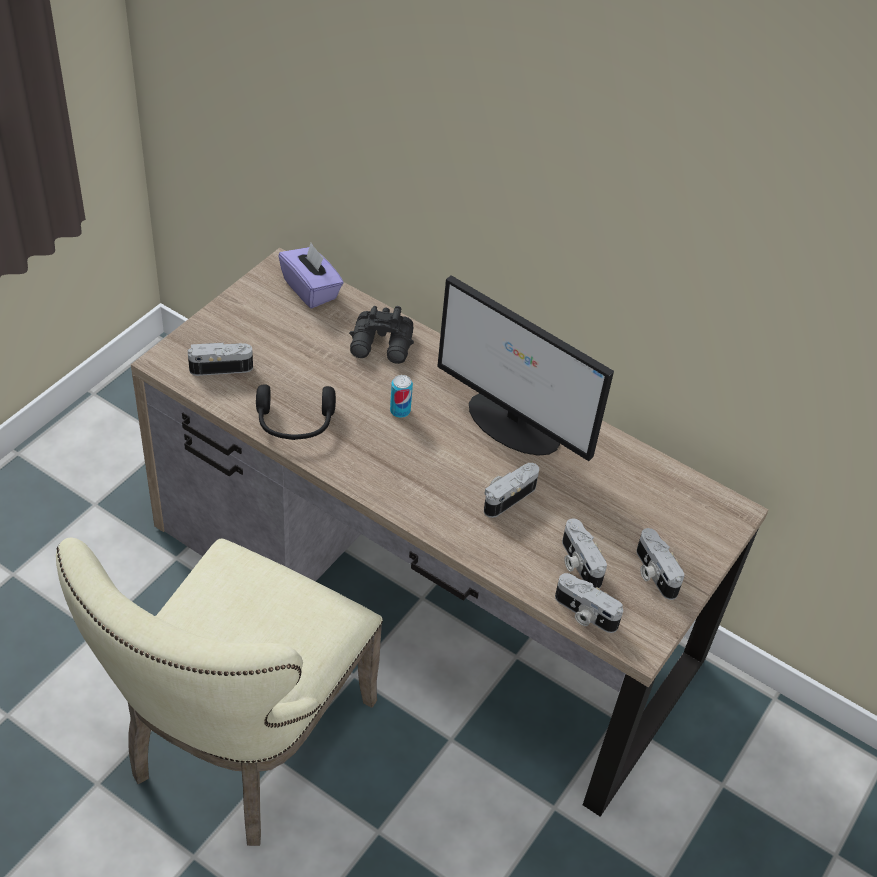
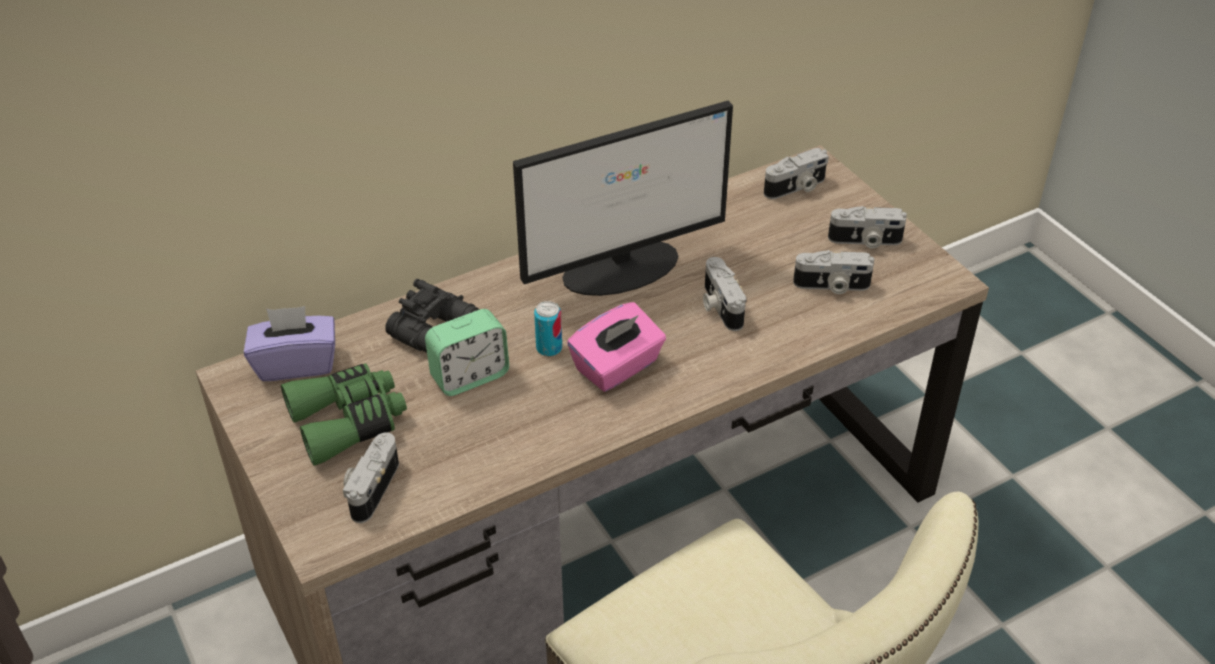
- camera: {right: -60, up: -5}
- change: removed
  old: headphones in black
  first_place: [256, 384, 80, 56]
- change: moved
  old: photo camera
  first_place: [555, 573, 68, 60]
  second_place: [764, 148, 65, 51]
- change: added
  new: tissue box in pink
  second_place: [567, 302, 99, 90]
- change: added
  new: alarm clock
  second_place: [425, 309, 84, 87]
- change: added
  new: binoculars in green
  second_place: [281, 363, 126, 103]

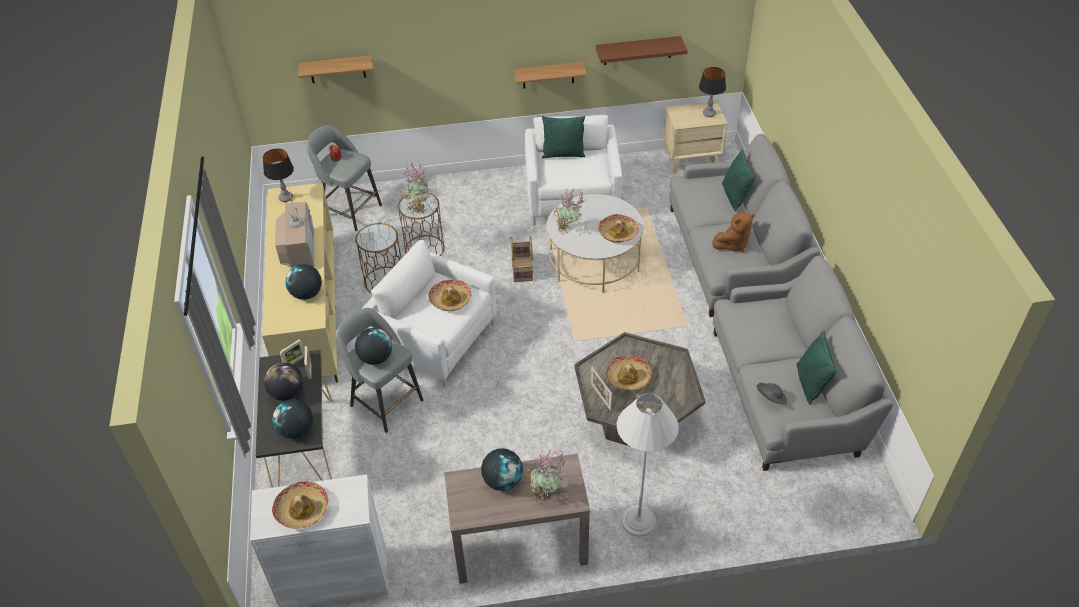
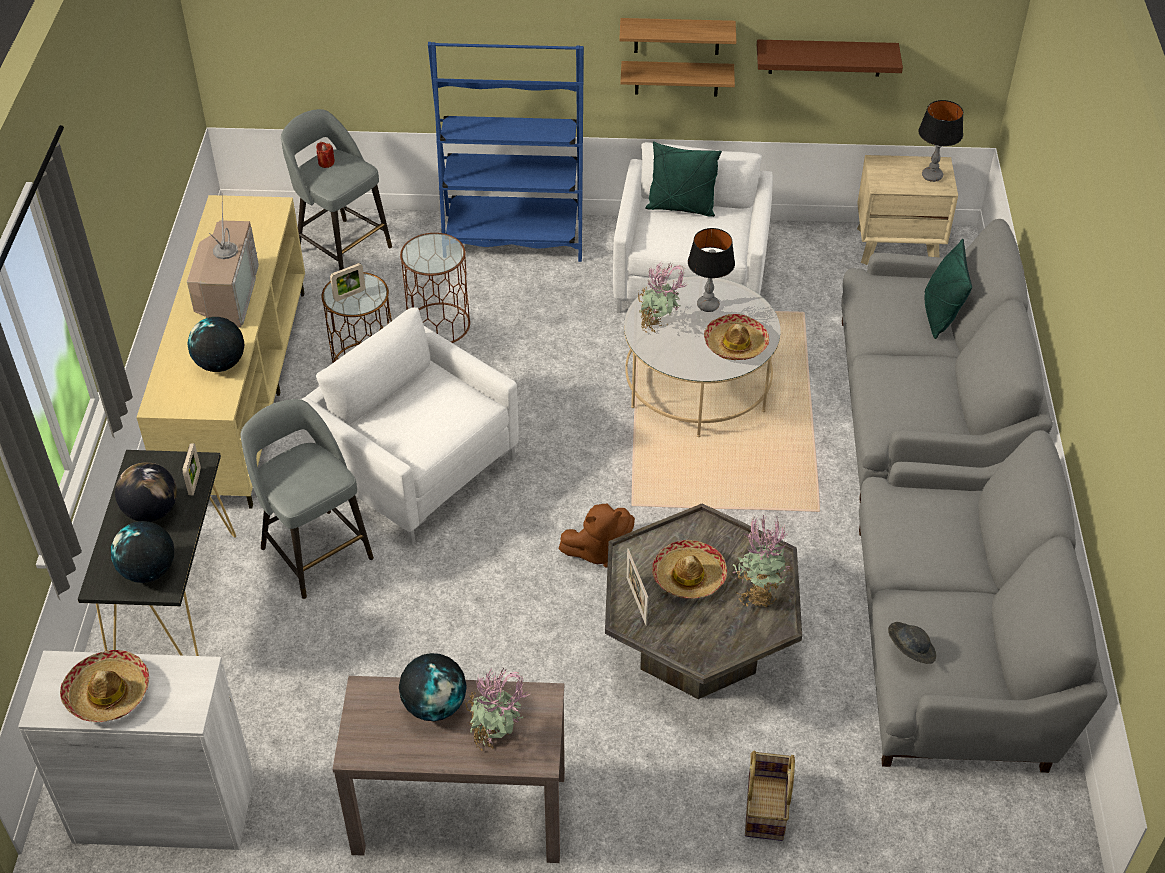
- camera: {right: 10, up: 0}
- change: moved
  old: shelf
  first_place: [299, 55, 74, 28]
  second_place: [619, 18, 117, 37]
- change: moved
  old: table lamp
  first_place: [263, 149, 31, 53]
  second_place: [688, 228, 47, 84]
- change: moved
  old: potted plant
  first_place: [401, 161, 29, 53]
  second_place: [733, 515, 57, 93]
- change: moved
  old: plush toy in brown
  first_place: [712, 212, 43, 41]
  second_place: [558, 504, 77, 64]
- change: moved
  old: basket
  first_place: [511, 236, 22, 46]
  second_place: [745, 750, 50, 91]
- change: removed
  old: hat
  first_place: [428, 279, 44, 32]
- change: removed
  old: globe
  first_place: [355, 328, 37, 37]
- change: removed
  old: pillow in green
  first_place: [797, 331, 40, 74]
- change: moved
  old: picture frame
  first_place: [280, 339, 24, 25]
  second_place: [330, 263, 35, 38]
- change: removed
  old: floor lamp in white
  first_place: [617, 393, 62, 144]
- change: added
  new: bookcase in blue
  second_place: [428, 42, 156, 220]

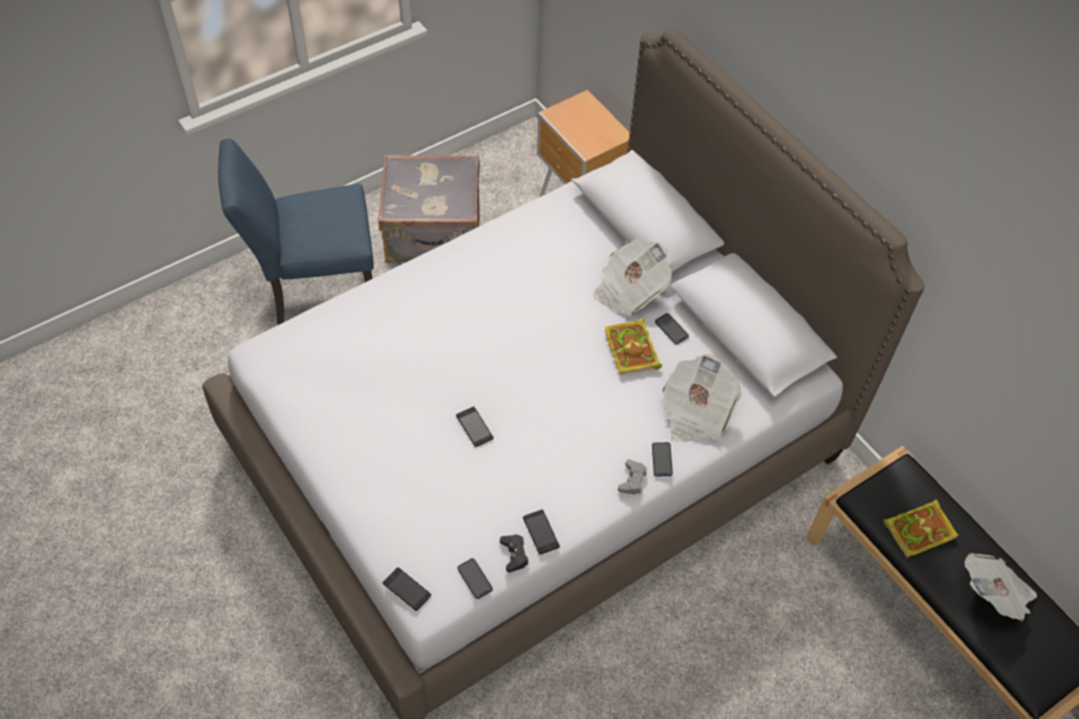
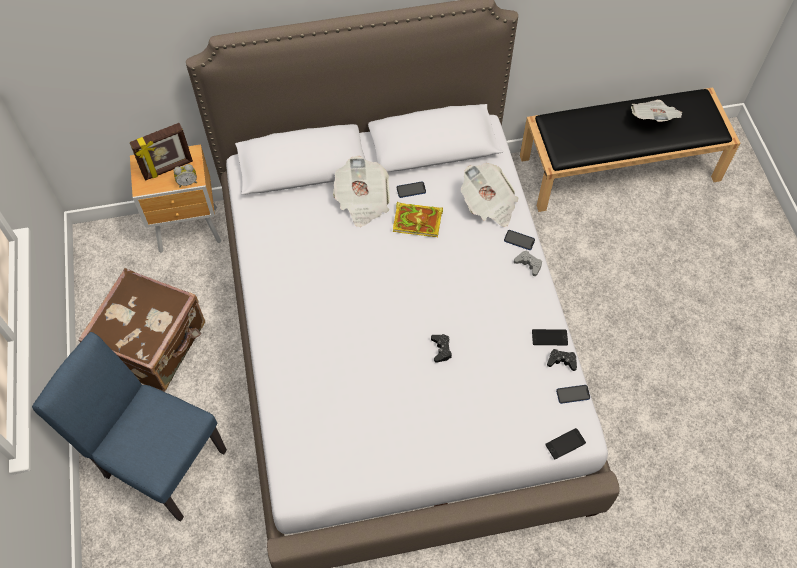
- camera: {right: -65, up: 5}
- change: turned
  old: chair in blue
  first_place: [218, 139, 156, 186]
  second_place: [32, 332, 195, 190]
  degrees: 105
- change: recoloured
  old: suitcase in grey
  new: suitcase in brown
  first_place: [378, 155, 102, 108]
  second_place: [78, 268, 127, 124]
- change: replaced
  old: phone
  new: game controller in black
  first_place: [456, 407, 37, 40]
  second_place: [431, 334, 21, 29]
- change: removed
  old: book
  first_place: [883, 499, 76, 59]
- change: added
  new: picture frame
  second_place: [130, 123, 63, 58]
- change: added
  new: alarm clock
  second_place: [174, 164, 23, 23]

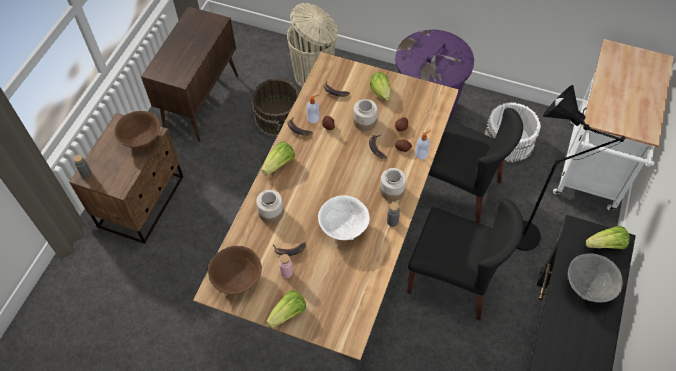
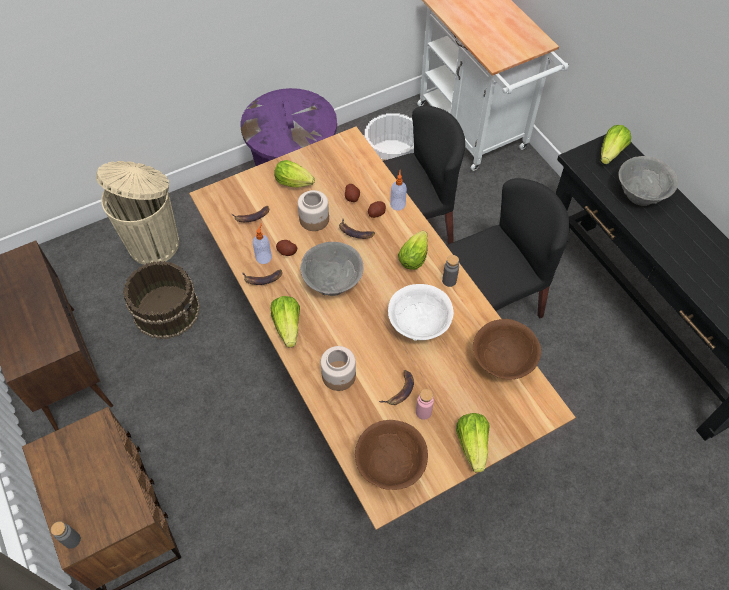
- camera: {right: -50, up: 0}
- change: removed
  old: floor lamp in black
  first_place: [517, 85, 108, 166]
- change: moved
  old: bowl in brown
  first_place: [114, 111, 46, 37]
  second_place: [473, 319, 68, 61]
- change: replaced
  old: jar
  new: lettuce
  first_place: [380, 168, 26, 33]
  second_place: [398, 231, 30, 39]
- change: added
  new: bowl in grey
  second_place: [300, 242, 64, 54]

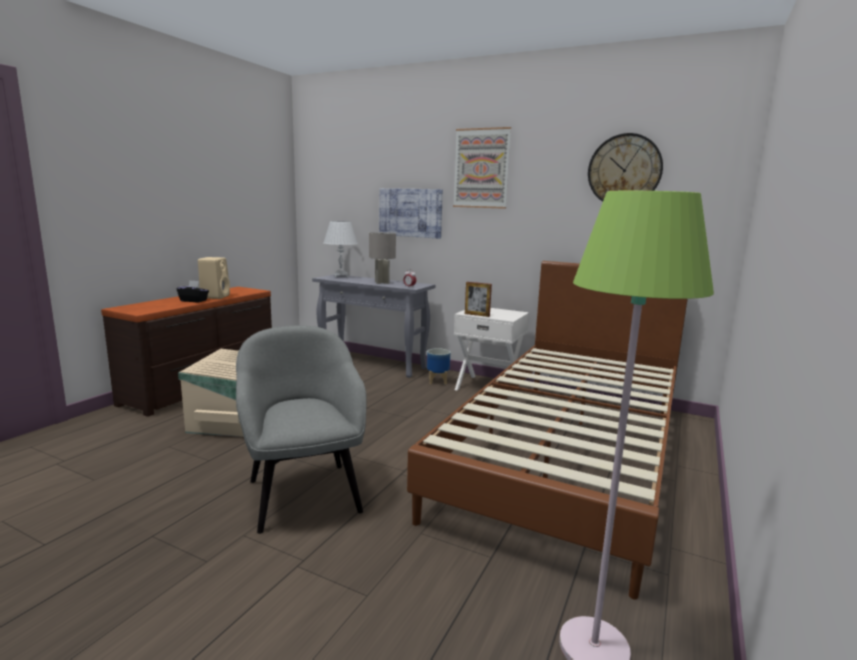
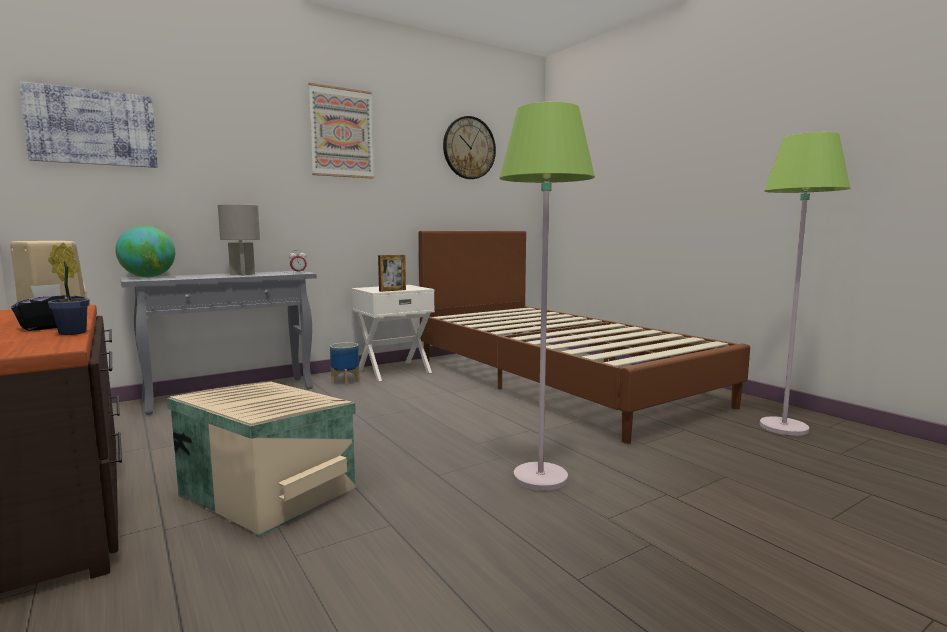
- camera: {right: -60, up: -5}
- change: moved
  old: picture
  first_place: [379, 188, 64, 51]
  second_place: [19, 81, 139, 87]
- change: replaced
  old: table lamp in white
  new: globe
  first_place: [323, 221, 35, 56]
  second_place: [116, 226, 59, 51]
- change: replaced
  old: armchair in grey
  new: floor lamp in green
  first_place: [236, 325, 131, 209]
  second_place: [499, 102, 96, 389]
- change: added
  new: potted plant
  second_place: [48, 242, 42, 93]

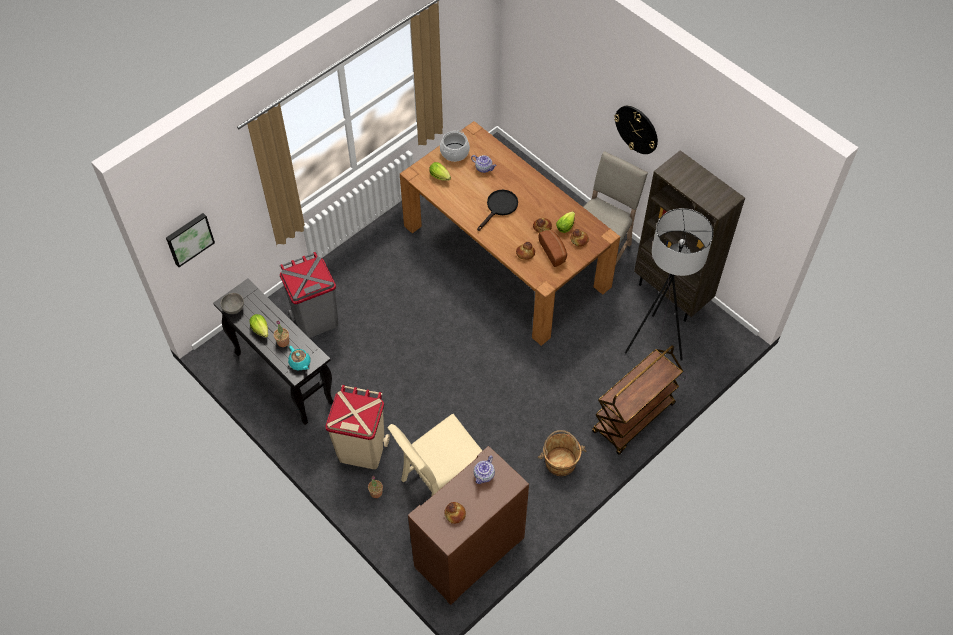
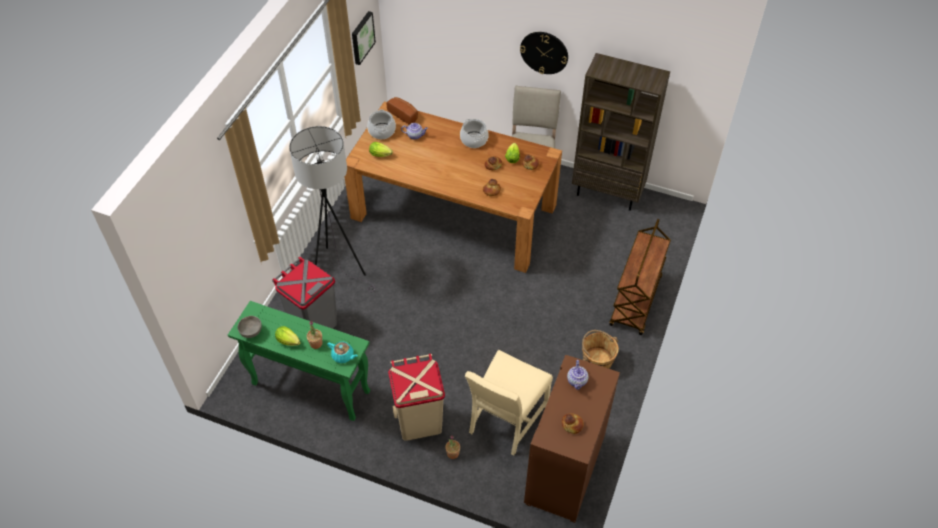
- camera: {right: -25, up: -5}
- change: removed
  old: frying pan in black
  first_place: [477, 190, 41, 41]
- change: moved
  old: floor lamp in grey
  first_place: [625, 208, 89, 173]
  second_place: [289, 126, 86, 166]
- change: moved
  old: picture
  first_place: [166, 213, 49, 54]
  second_place: [352, 11, 24, 54]
- change: moved
  old: bread
  first_place: [538, 230, 29, 37]
  second_place: [387, 97, 31, 28]
- change: recoloured
  old: console table in black
  new: console table in green
  first_place: [213, 279, 120, 146]
  second_place: [228, 301, 142, 120]
- change: added
  new: cooking pot
  second_place: [460, 119, 29, 29]

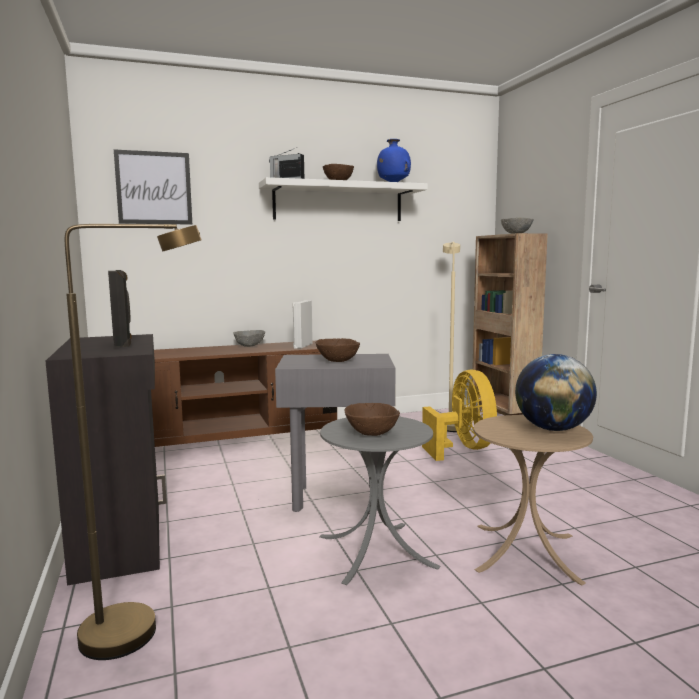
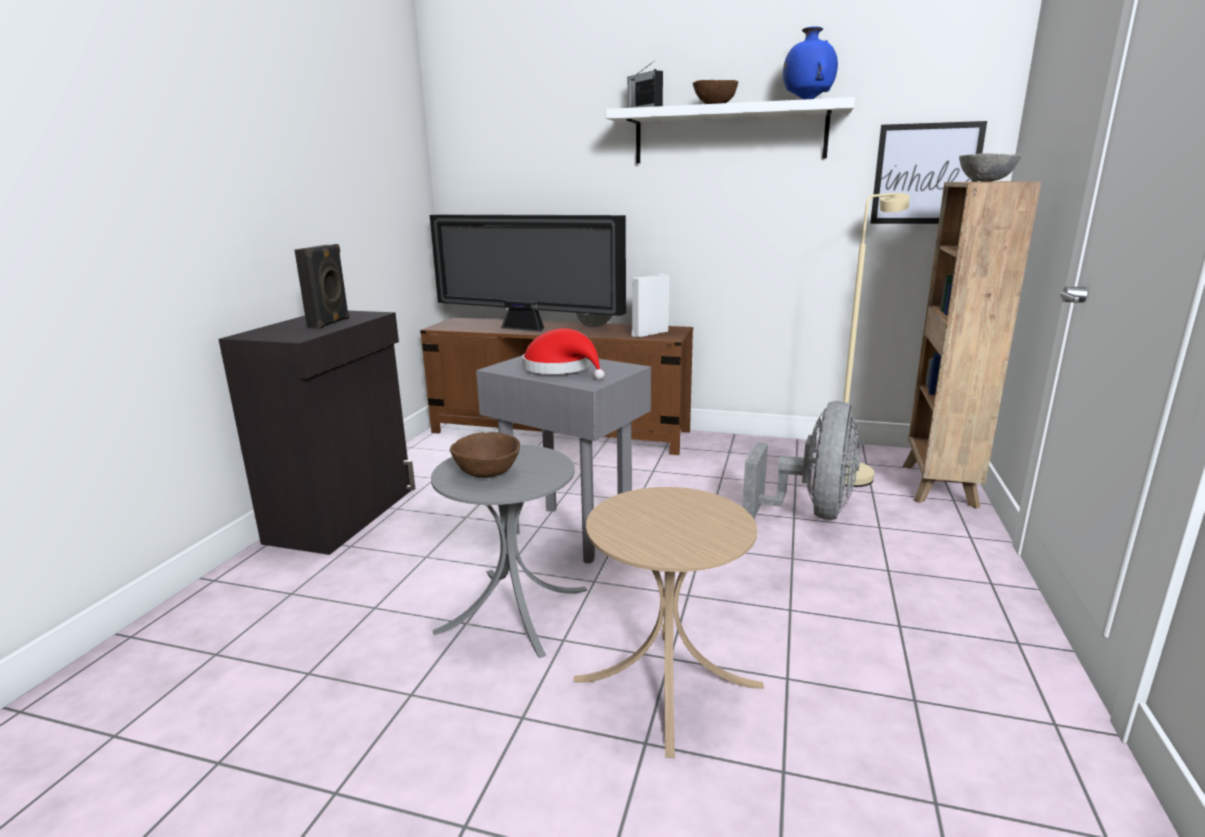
- camera: {right: 35, up: 10}
- change: moved
  old: picture
  first_place: [114, 149, 78, 76]
  second_place: [870, 121, 117, 103]
- change: removed
  old: floor lamp in brown
  first_place: [65, 224, 137, 436]
- change: replaced
  old: bowl in brown
  new: hat in red
  first_place: [316, 338, 44, 24]
  second_place: [522, 328, 83, 52]
- change: removed
  old: globe
  first_place: [515, 354, 82, 77]
- change: recoloured
  old: fan in yellow
  new: fan in grey
  first_place: [422, 370, 75, 91]
  second_place: [743, 401, 117, 119]
- change: added
  new: television
  second_place: [430, 214, 196, 118]

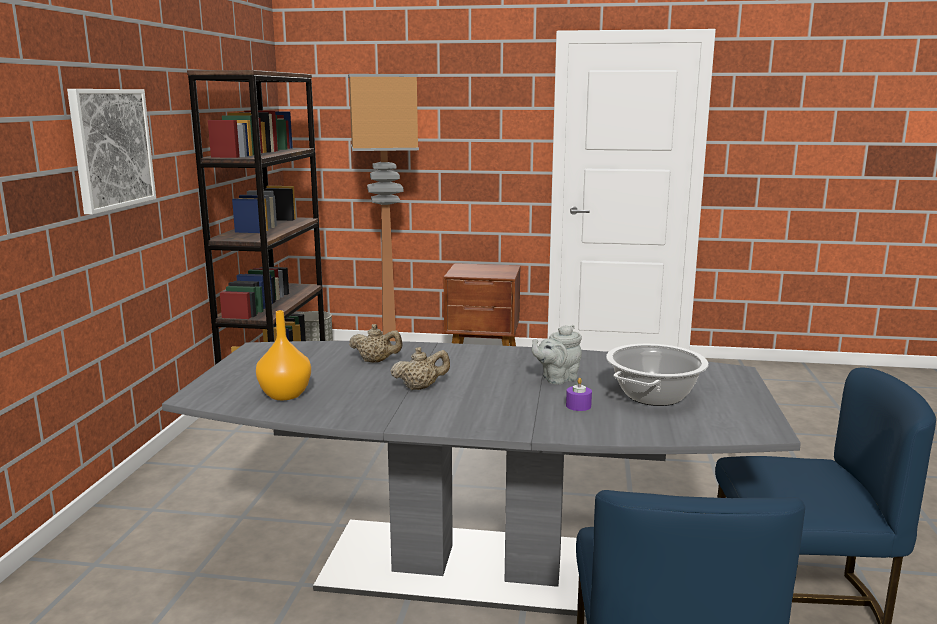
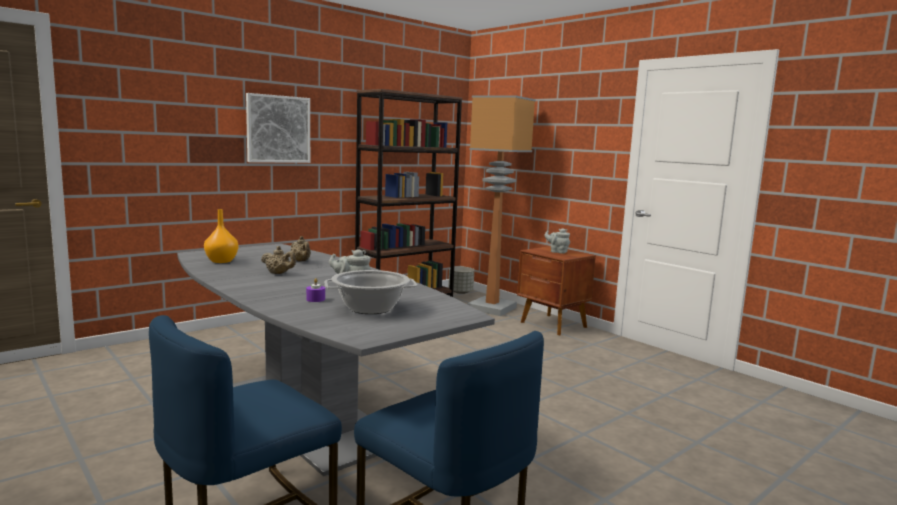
- camera: {right: 40, up: -5}
- change: added
  new: teapot in grey
  second_place: [544, 228, 26, 26]

